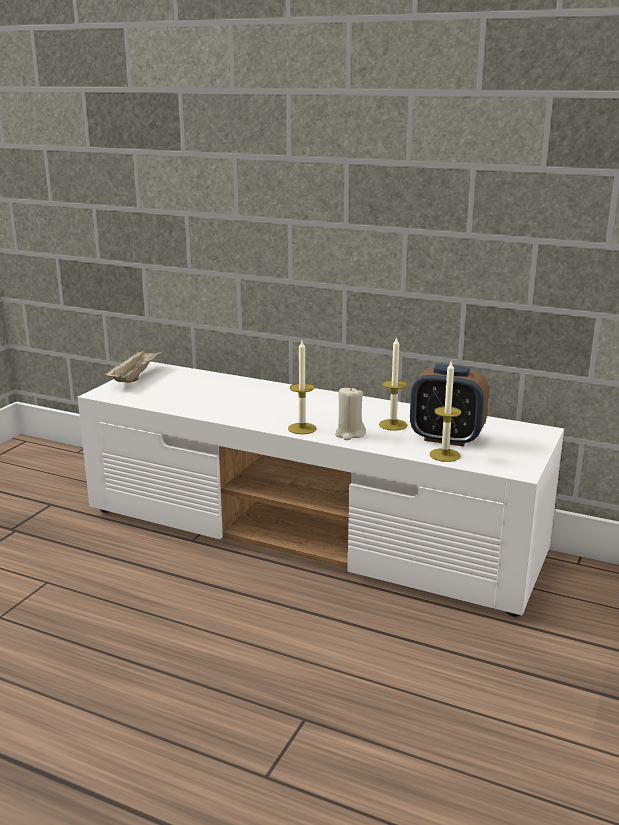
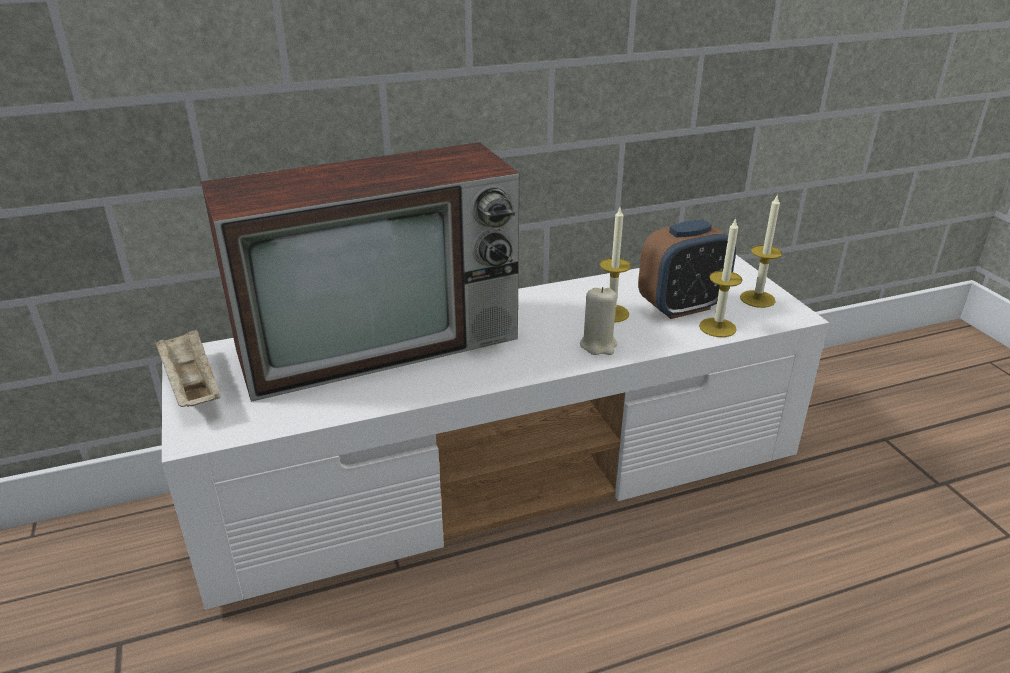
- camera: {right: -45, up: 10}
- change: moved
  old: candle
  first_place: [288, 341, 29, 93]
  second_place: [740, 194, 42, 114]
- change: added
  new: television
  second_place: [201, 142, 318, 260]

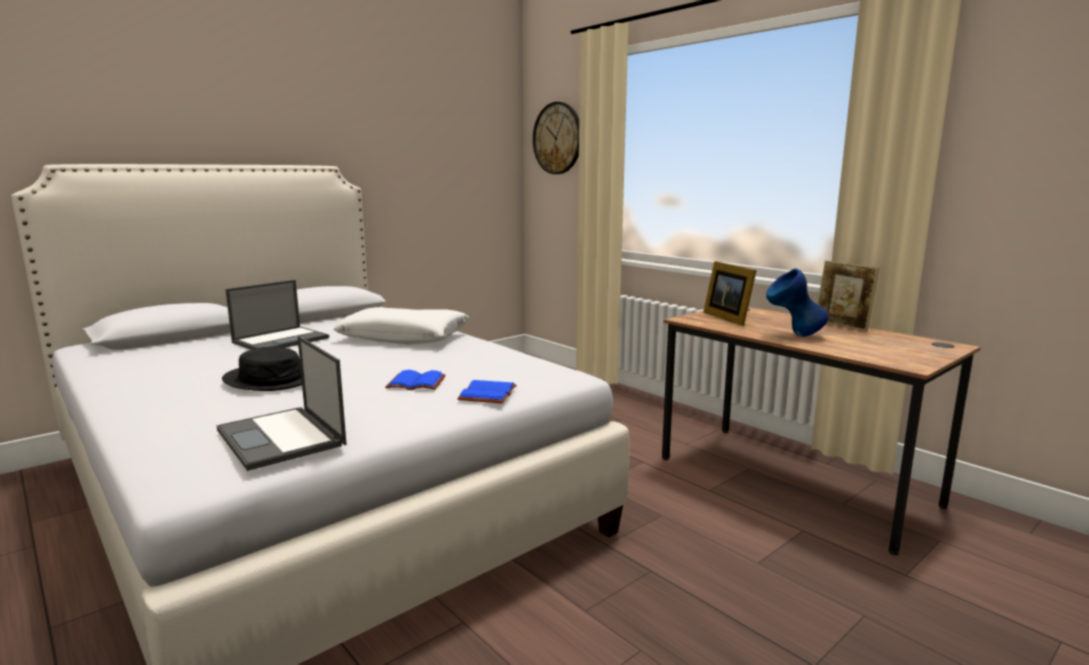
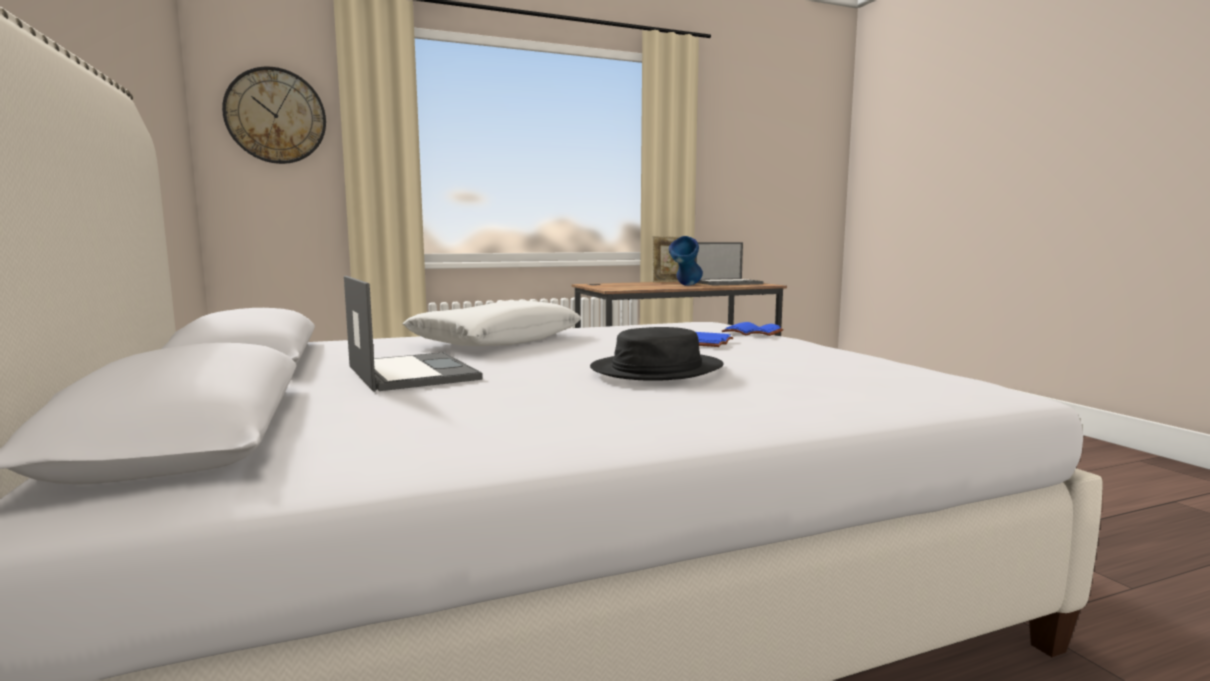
- camera: {right: -70, up: -5}
- change: removed
  old: picture frame
  first_place: [704, 261, 53, 65]
- change: moved
  old: laptop
  first_place: [216, 336, 131, 135]
  second_place: [695, 242, 69, 43]

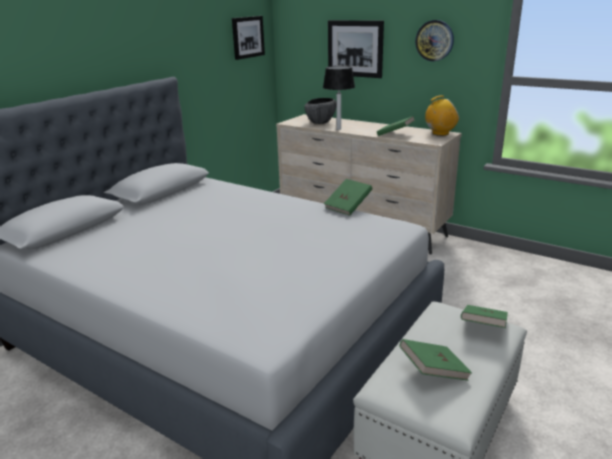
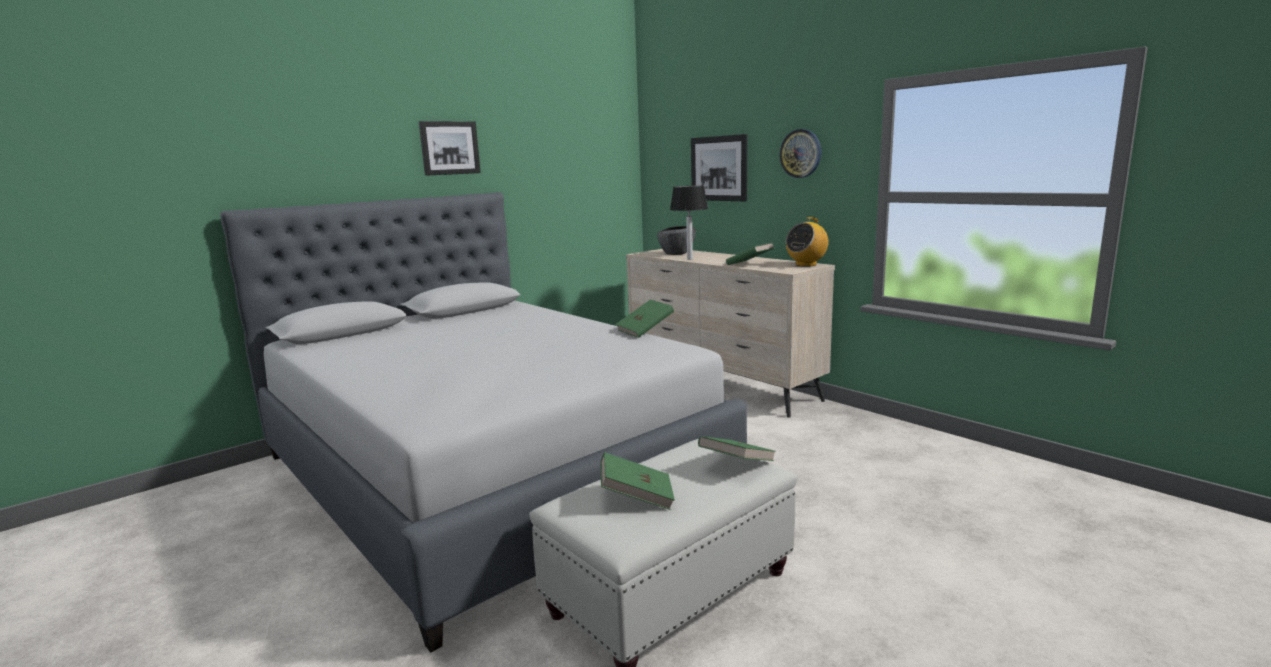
- camera: {right: 15, up: -10}
- change: moved
  old: picture
  first_place: [232, 16, 33, 44]
  second_place: [419, 121, 62, 55]
- change: turned
  old: radio
  first_place: [425, 95, 34, 41]
  second_place: [786, 217, 42, 50]
  degrees: 135

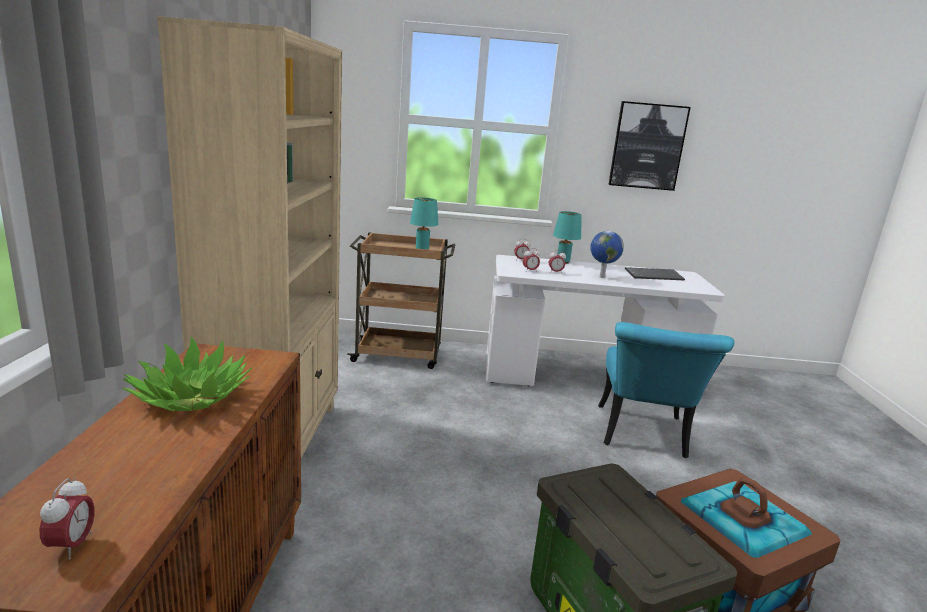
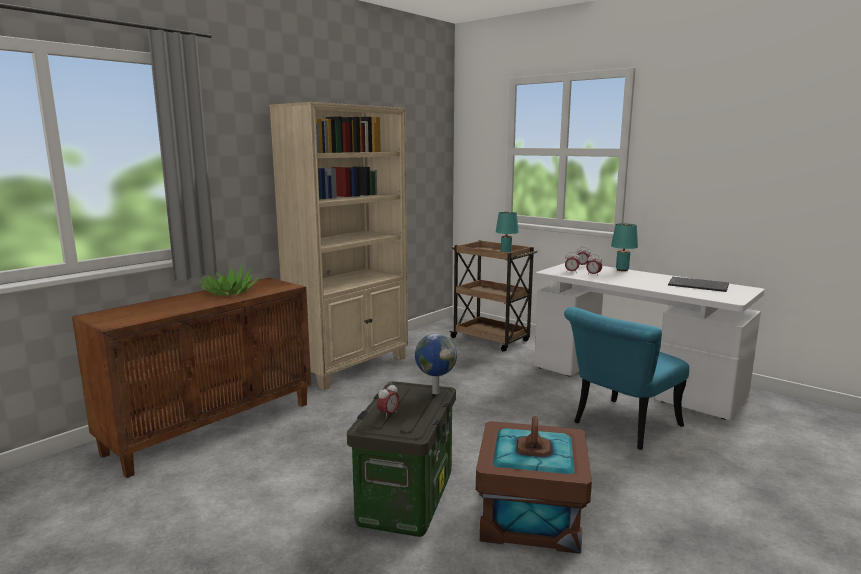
- camera: {right: 40, up: -5}
- change: removed
  old: picture
  first_place: [609, 101, 82, 90]
- change: moved
  old: globe
  first_place: [590, 231, 34, 47]
  second_place: [415, 334, 42, 60]
- change: moved
  old: alarm clock
  first_place: [40, 478, 55, 82]
  second_place: [377, 382, 23, 35]

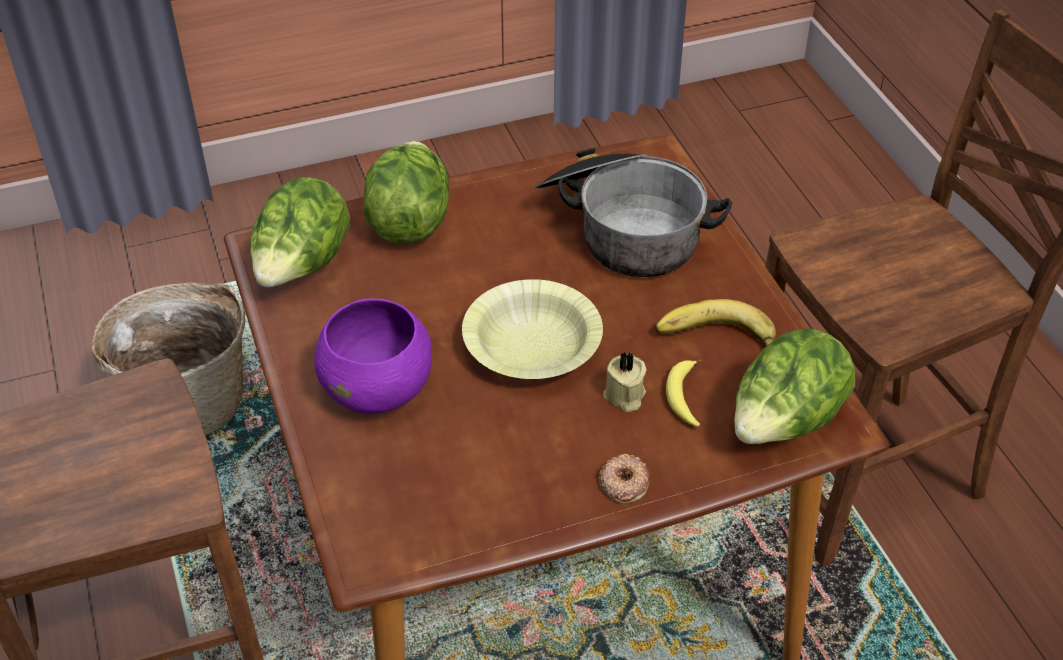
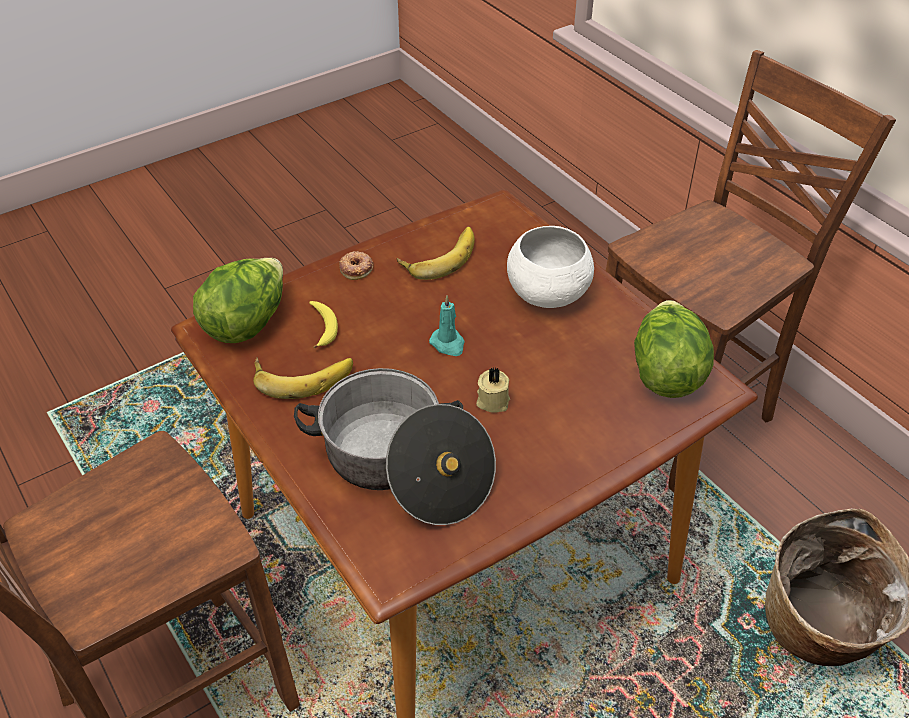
- camera: {right: 165, up: 0}
- change: removed
  old: lettuce
  first_place: [363, 141, 86, 103]
- change: replaced
  old: bowl in yellow
  new: candle in turquoise
  first_place: [462, 279, 141, 100]
  second_place: [429, 295, 36, 61]
- change: recoloured
  old: bowl in purple
  new: bowl in white
  first_place: [314, 299, 118, 115]
  second_place: [507, 226, 87, 82]
- change: moved
  old: candle in beige
  first_place: [603, 352, 43, 60]
  second_place: [476, 367, 34, 46]
- change: added
  new: banana
  second_place: [397, 227, 78, 53]

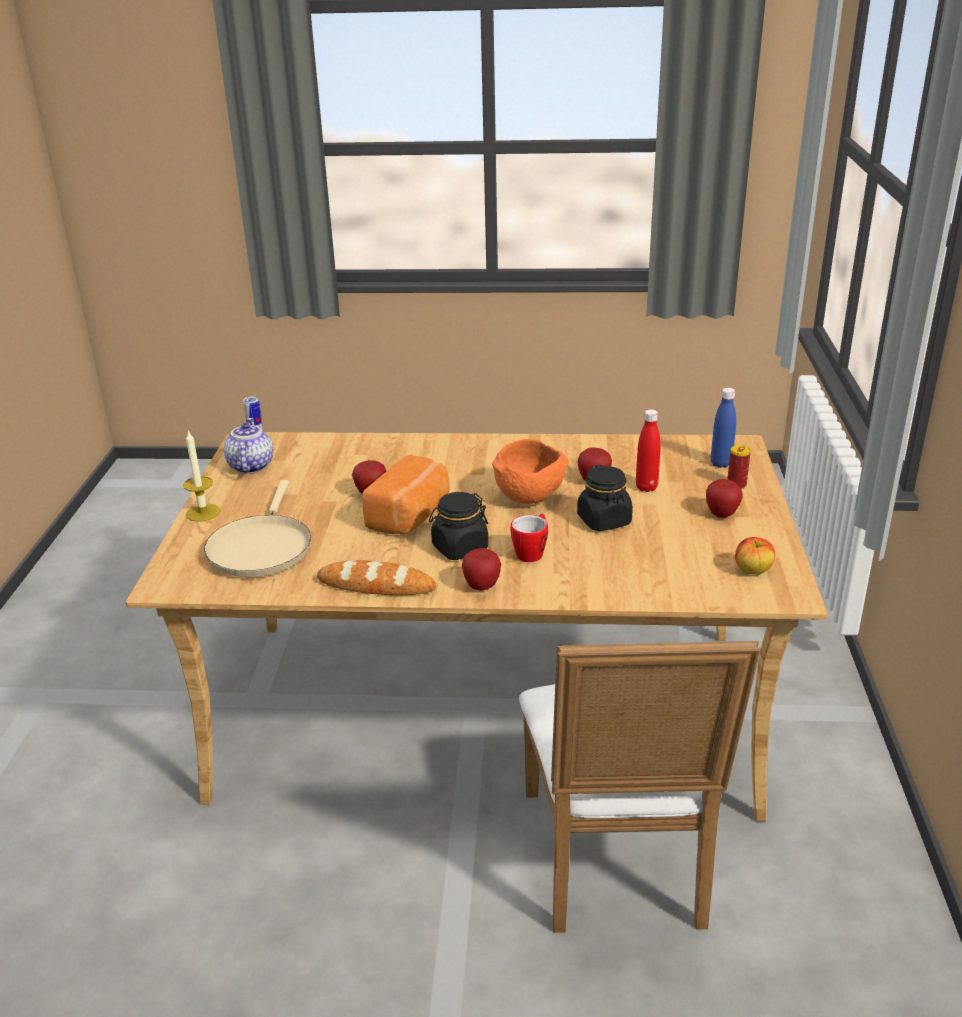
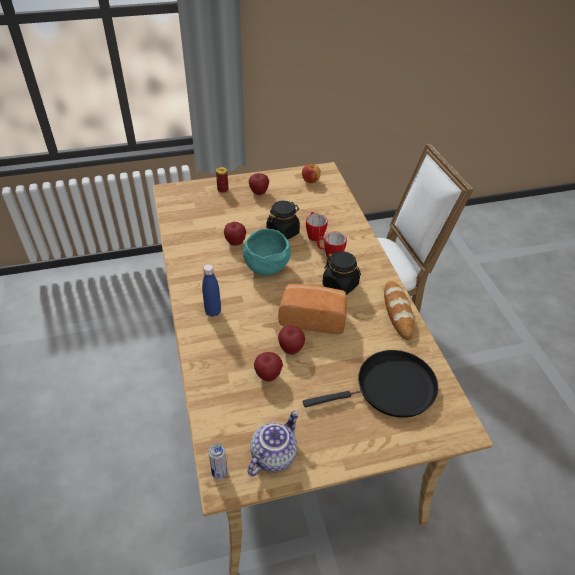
- camera: {right: -110, up: 15}
- change: moved
  old: bottle in blue
  first_place: [711, 388, 25, 80]
  second_place: [202, 264, 19, 53]
- change: removed
  old: bottle in red
  first_place: [636, 409, 25, 83]
- change: turned
  old: teapot
  first_place: [224, 418, 49, 56]
  second_place: [247, 411, 52, 65]
  degrees: 150
- change: removed
  old: candle
  first_place: [183, 430, 38, 92]
- change: recoloured
  old: bowl in orange
  new: bowl in turquoise
  first_place: [492, 439, 77, 65]
  second_place: [243, 229, 48, 47]
- change: recoloured
  old: frying pan in beige
  new: frying pan in black
  first_place: [204, 480, 107, 97]
  second_place: [303, 350, 135, 68]
- change: moved
  old: apple
  first_place: [462, 548, 39, 43]
  second_place: [254, 352, 29, 30]
- change: added
  new: mug
  second_place: [306, 211, 22, 30]

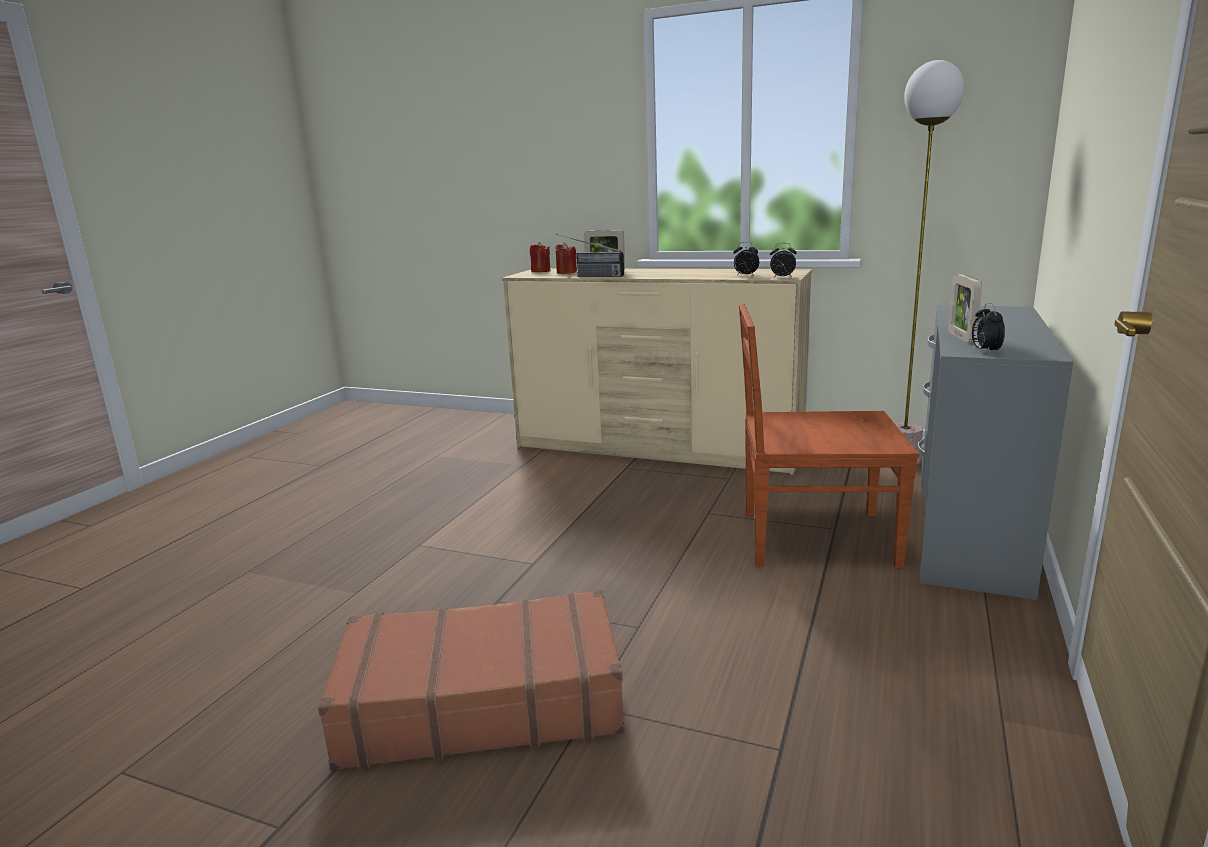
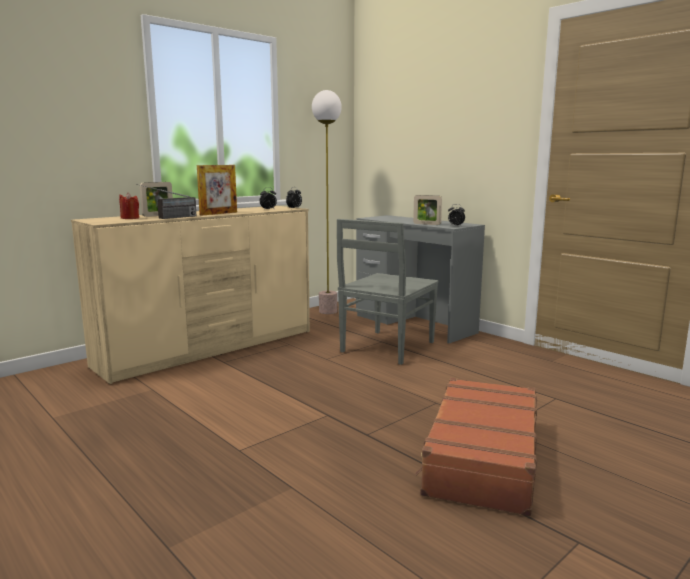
- camera: {right: -65, up: -5}
- change: removed
  old: candle in red
  first_place: [530, 242, 21, 30]
- change: recoloured
  old: chair in brown
  new: chair in grey
  first_place: [739, 303, 180, 265]
  second_place: [337, 219, 102, 146]
- change: added
  new: picture frame
  second_place: [197, 165, 40, 51]

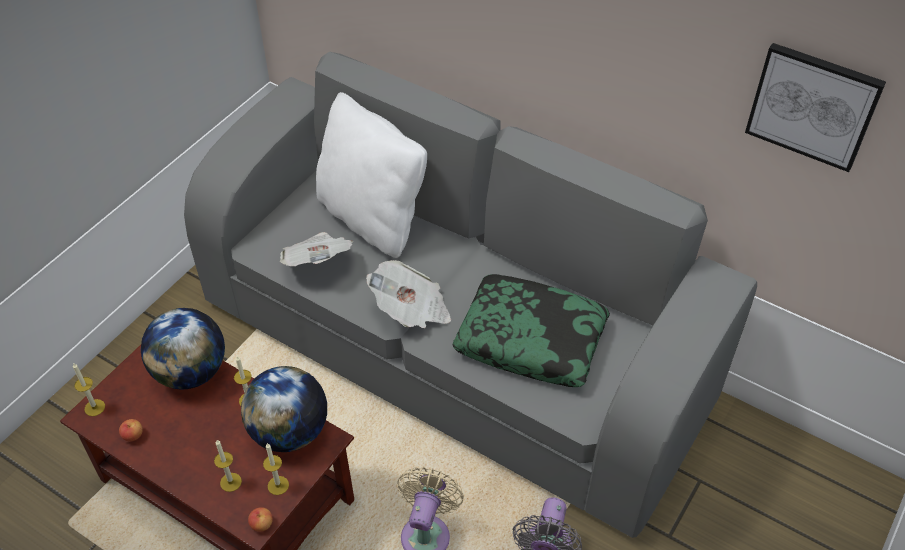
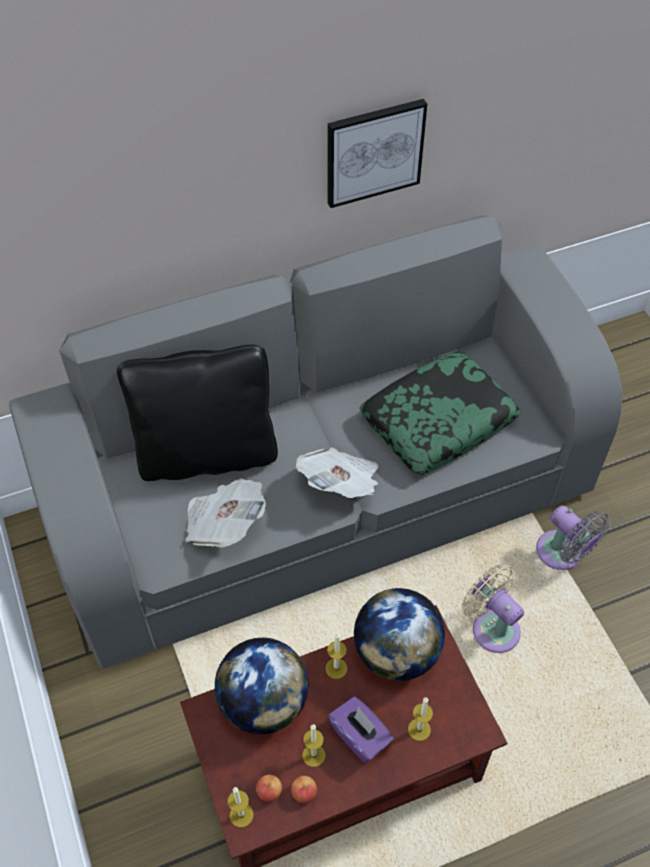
- camera: {right: -55, up: 5}
- change: moved
  old: picture
  first_place: [745, 43, 141, 129]
  second_place: [327, 99, 100, 109]
- change: recoloured
  old: pillow in white
  new: pillow in black
  first_place: [316, 92, 111, 166]
  second_place: [117, 344, 161, 137]
- change: moved
  old: candle
  first_place: [263, 443, 26, 52]
  second_place: [302, 724, 23, 43]
- change: moved
  old: apple
  first_place: [248, 507, 25, 25]
  second_place: [256, 774, 26, 28]
- change: added
  new: tissue box in purple
  second_place: [328, 697, 66, 66]

